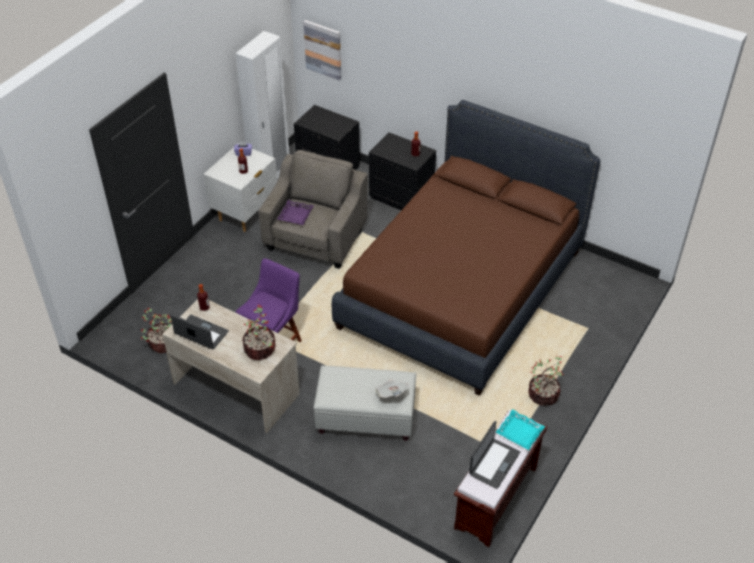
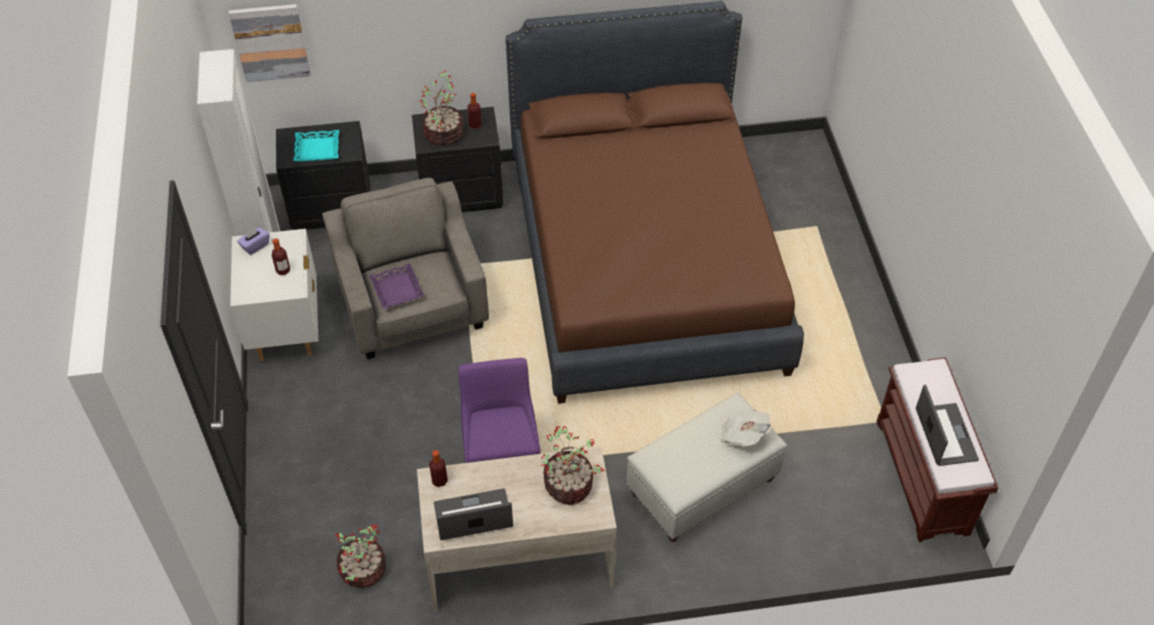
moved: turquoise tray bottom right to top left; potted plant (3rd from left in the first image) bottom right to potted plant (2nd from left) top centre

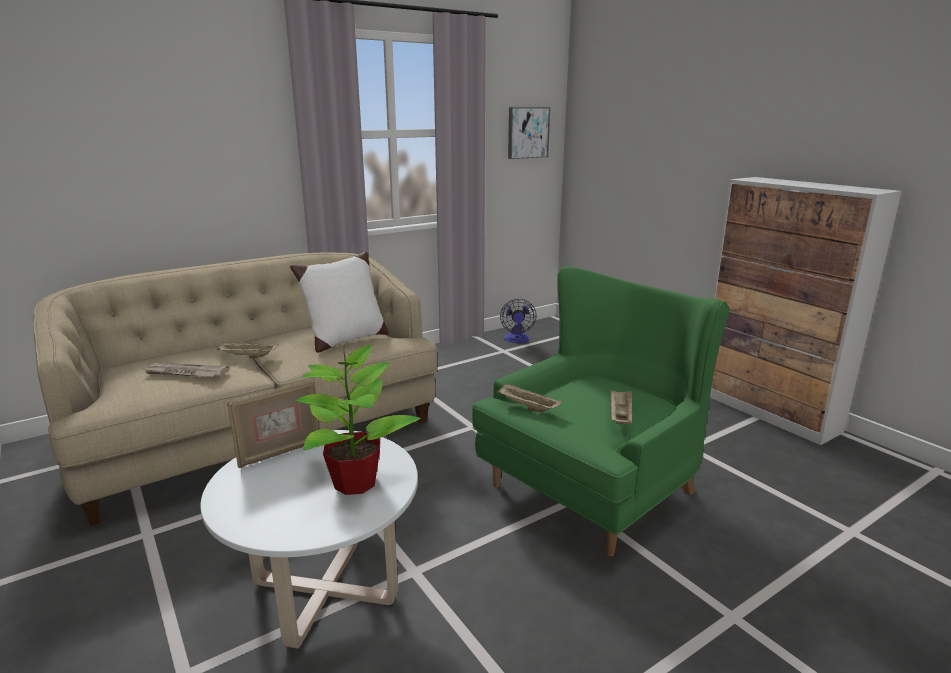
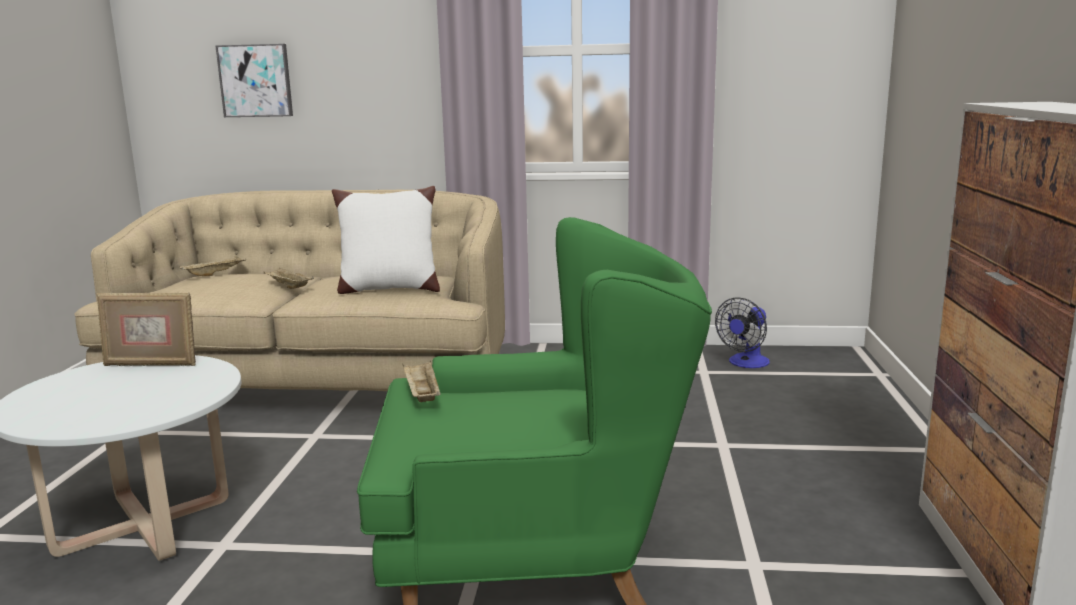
removed: newspaper middle left; potted plant centre
moved: picture top centre to top left; beige tray (3rd from left in the first image) centre to beige tray (1st from left) middle left

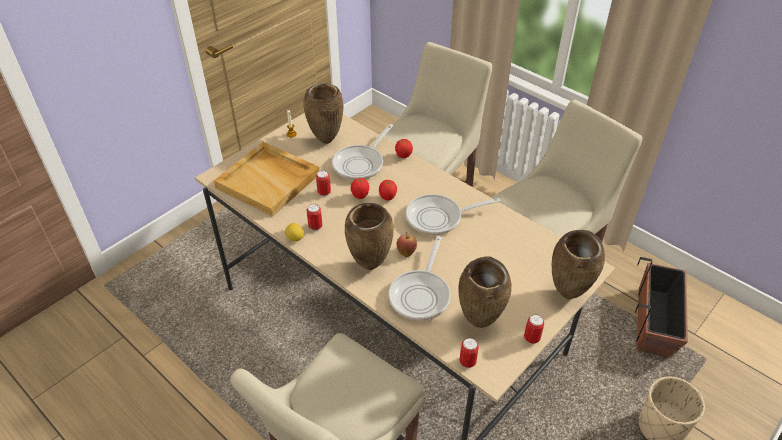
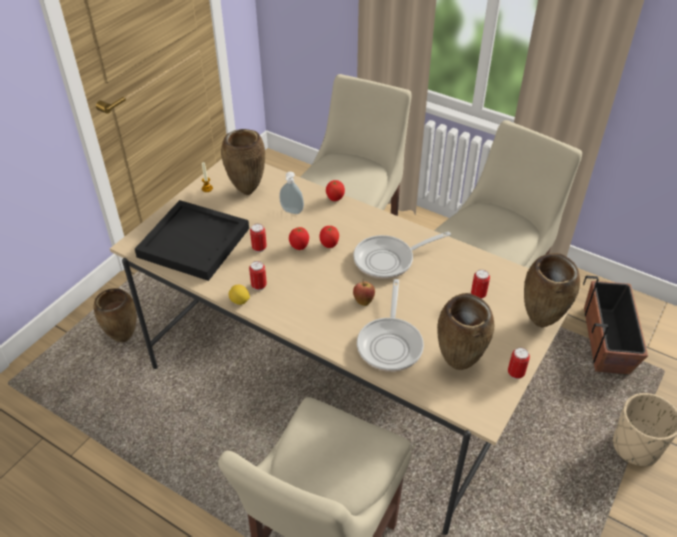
moved: brown vase (2nd from left in the first image) centre to brown vase (1st from left) middle left; can (3rd from left) bottom centre to middle right
replaced: frying pan (1st from left) centre to soap dispenser centre
recoloured: beige tray centre to black tray middle left

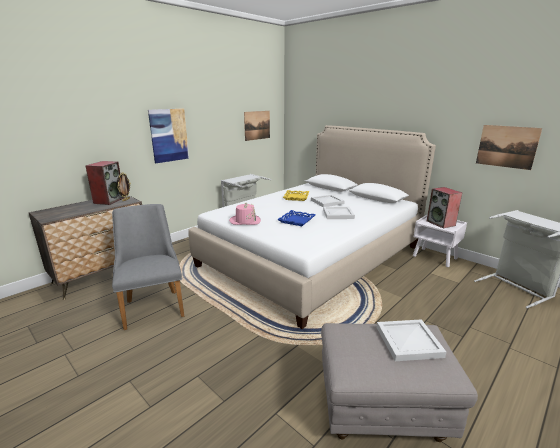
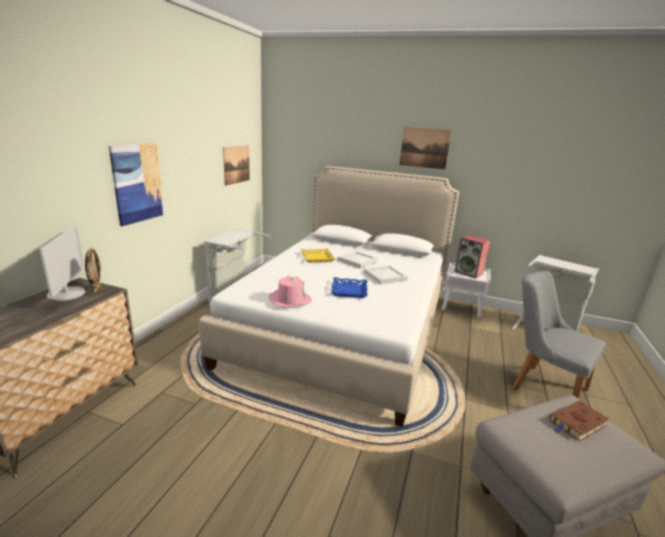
moved: grey chair middle left to middle right; picture (3rd from left) top right to top centre
replaced: speaker (1st from left) middle left to monitor middle left; white tray (3rd from left) bottom right to brown book bottom right

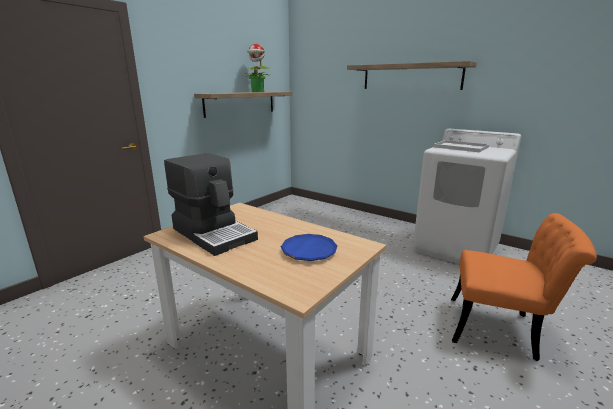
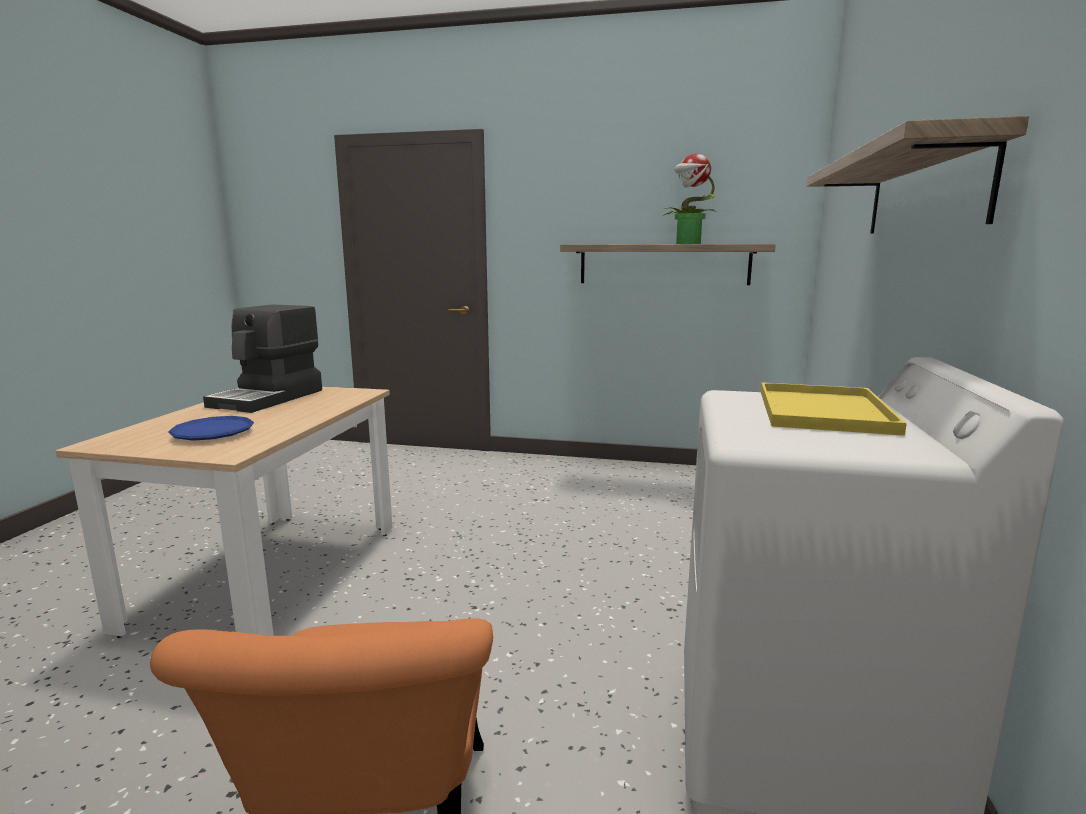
recoloured: white tray middle right to yellow tray middle right

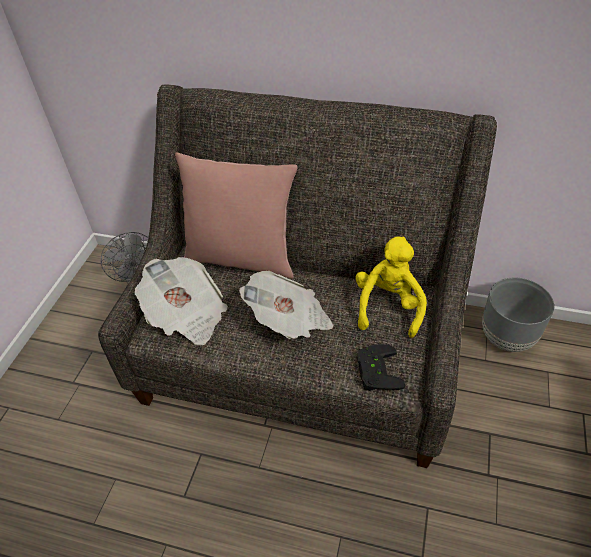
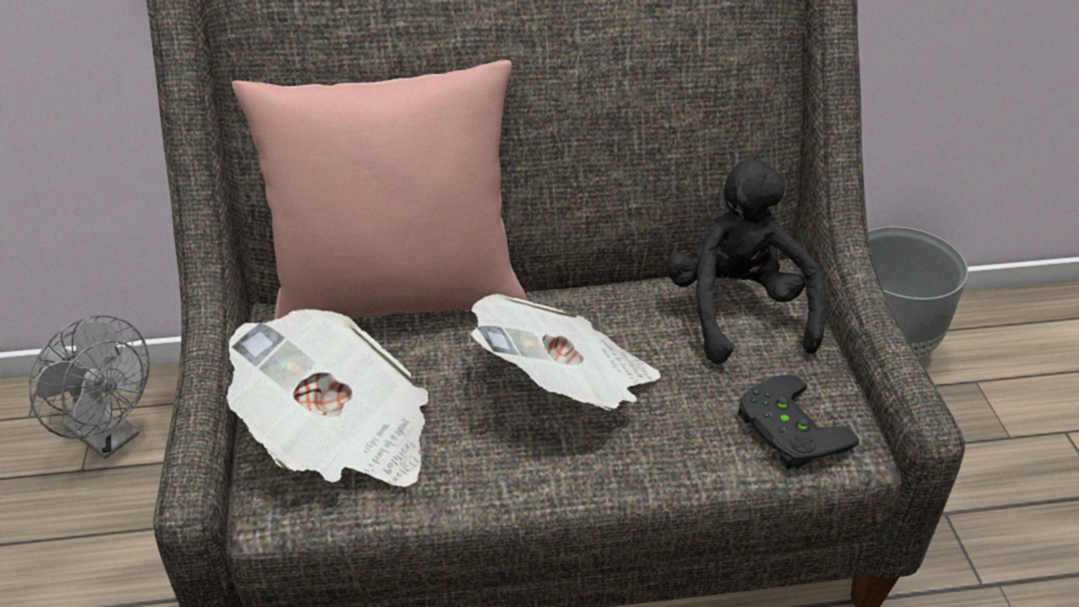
recoloured: yellow plush toy centre to black plush toy middle right

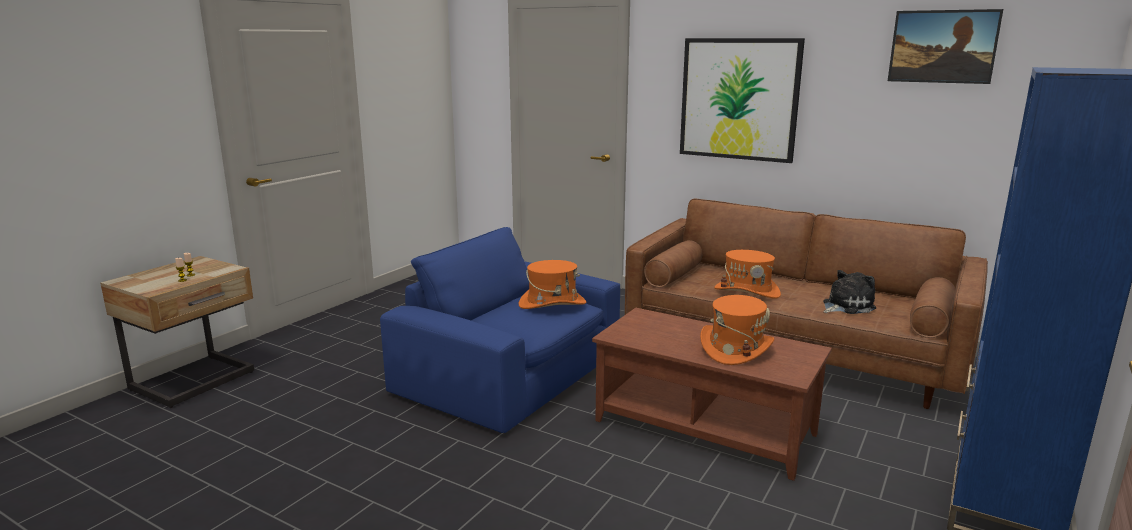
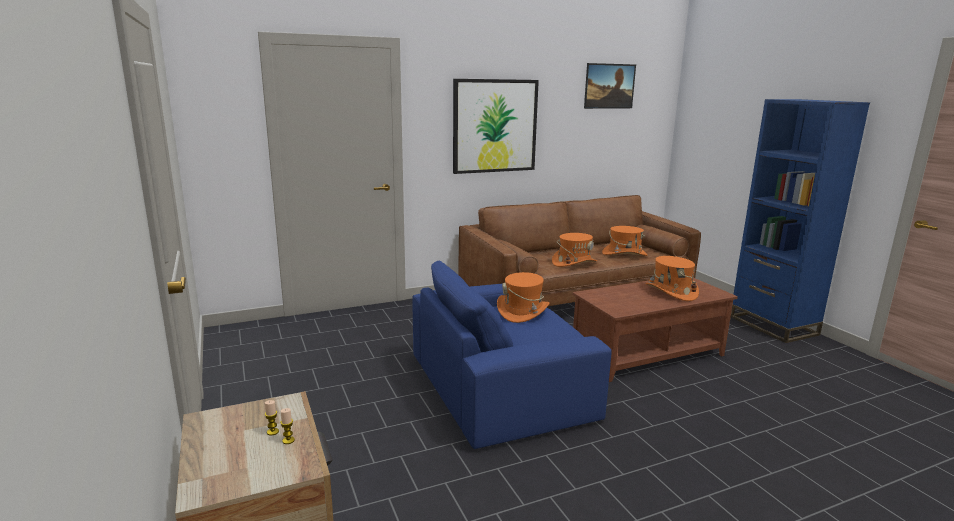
replaced: plush toy middle right to orange hat (3rd from left) centre

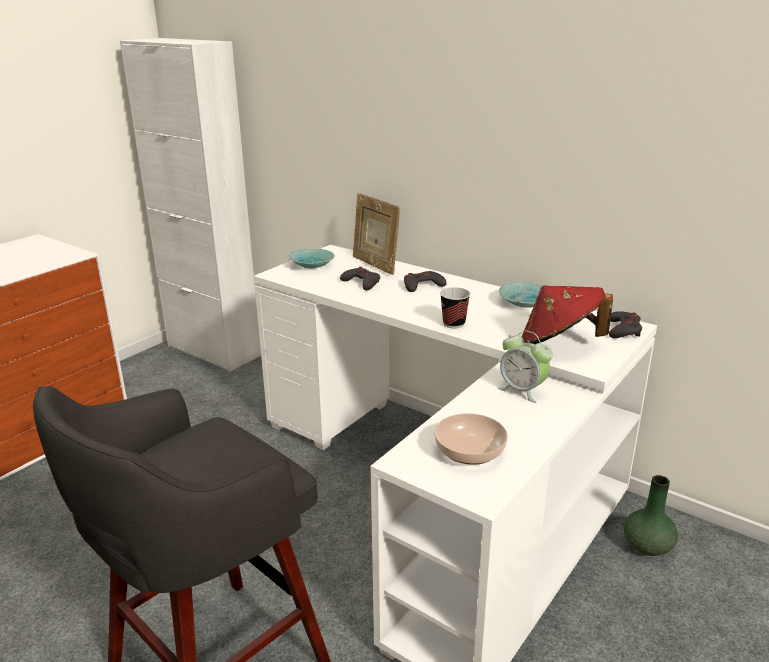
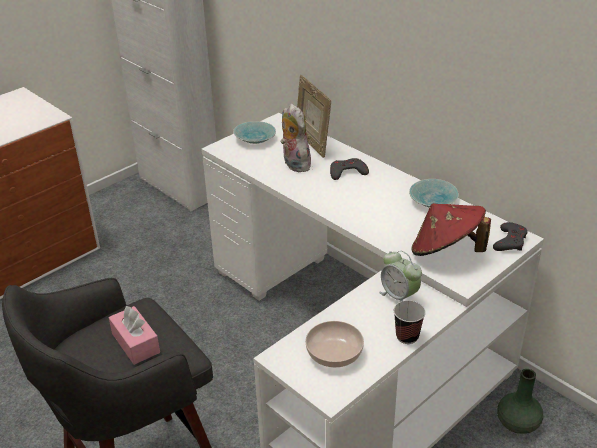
added: pink tissue box bottom left
moved: cup centre to bottom right
replaced: grey game controller (1st from left) centre to plush toy top centre

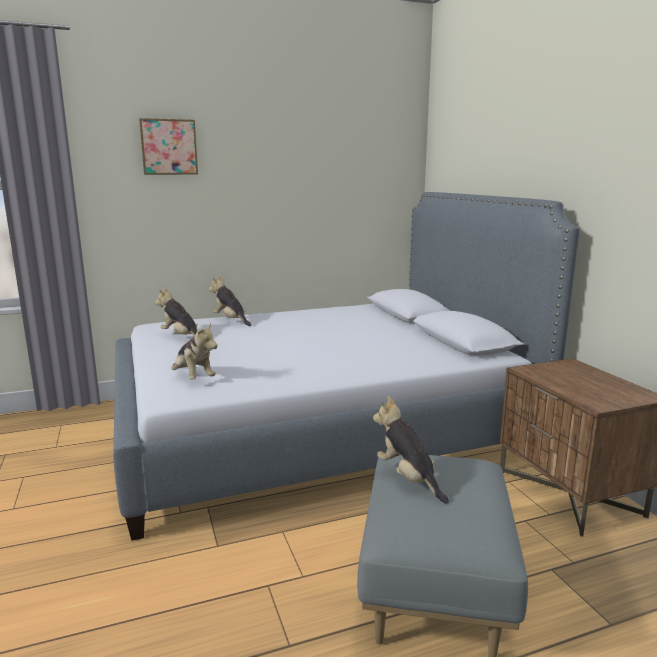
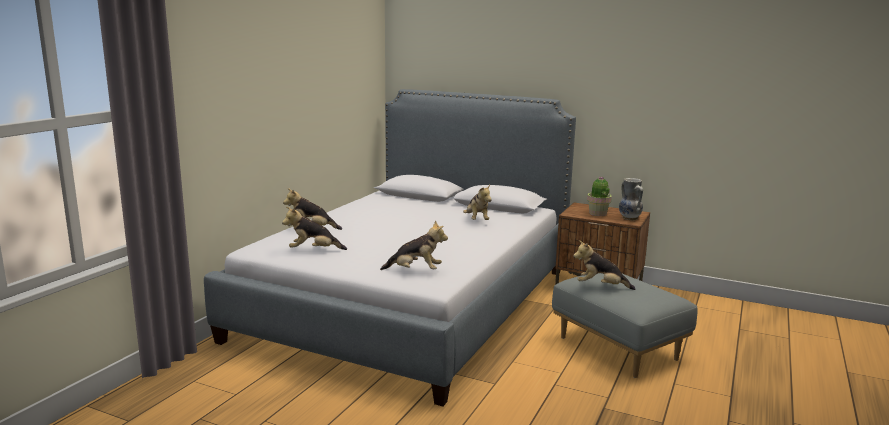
removed: picture top left
added: plush toy (4th from left) centre; potted plant middle right; vase middle right

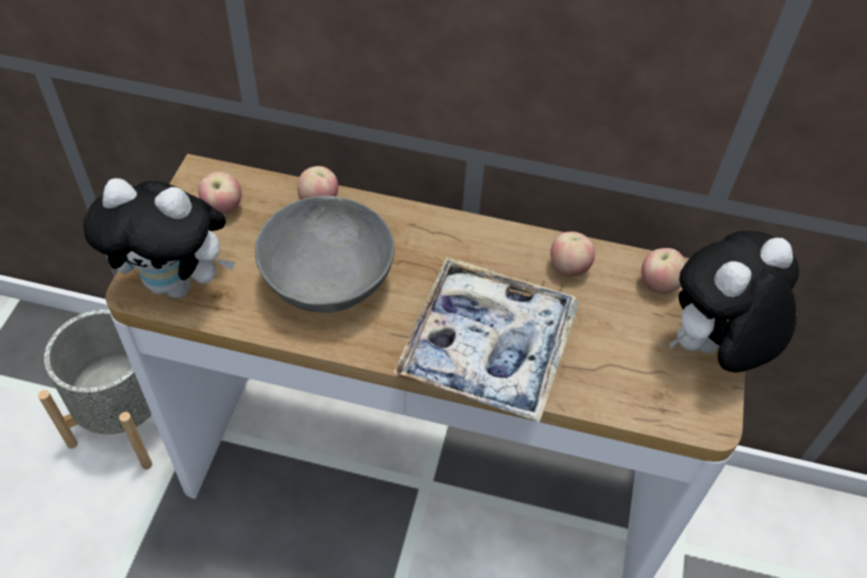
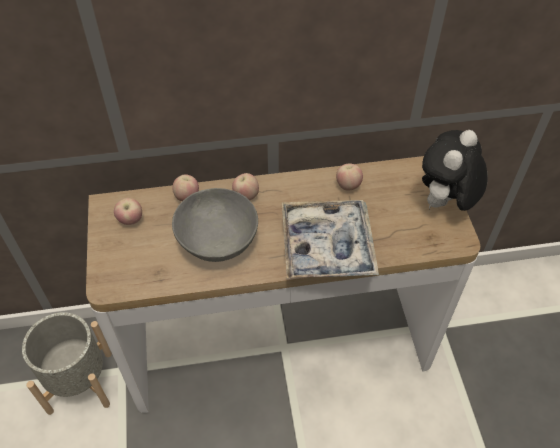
removed: plush toy (1st from left) middle left
moved: apple (4th from left in the first image) middle right to apple (3rd from left) centre

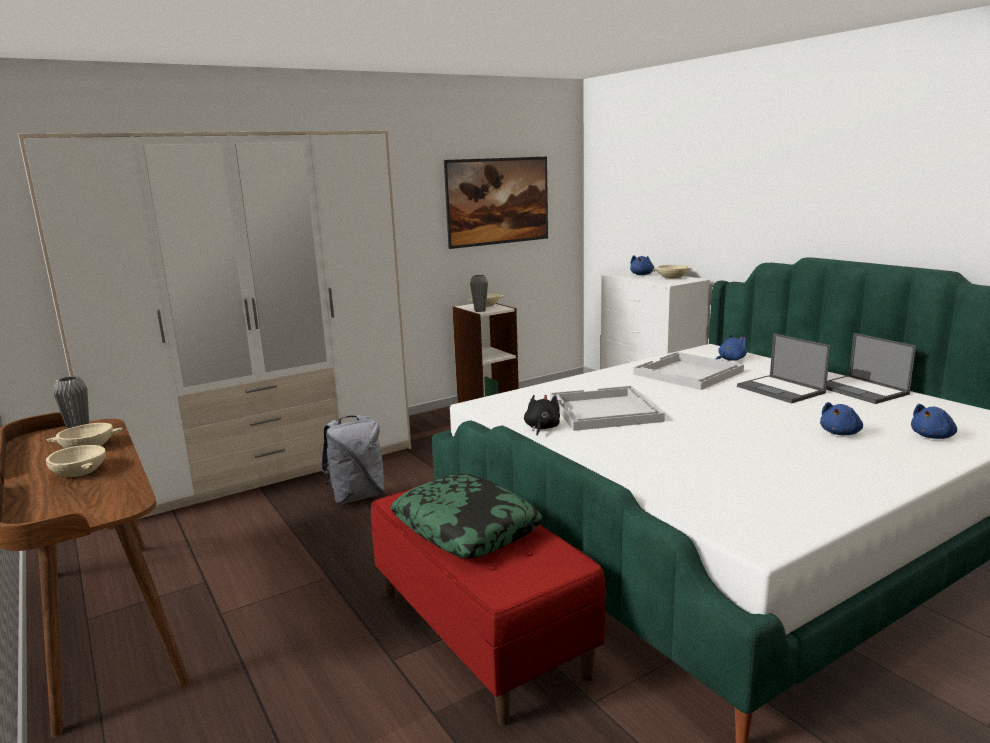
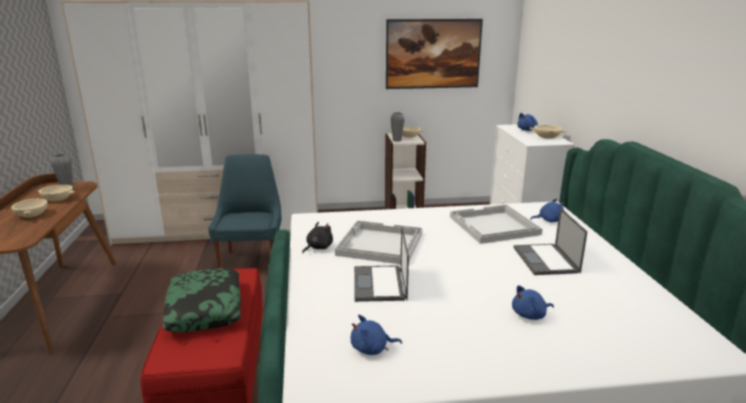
moved: laptop (2nd from left in the first image) middle right to laptop (1st from left) centre; blue plush toy (4th from left in the first image) middle right to blue plush toy (1st from left) bottom centre
replaced: grey backpack centre to blue chair middle left

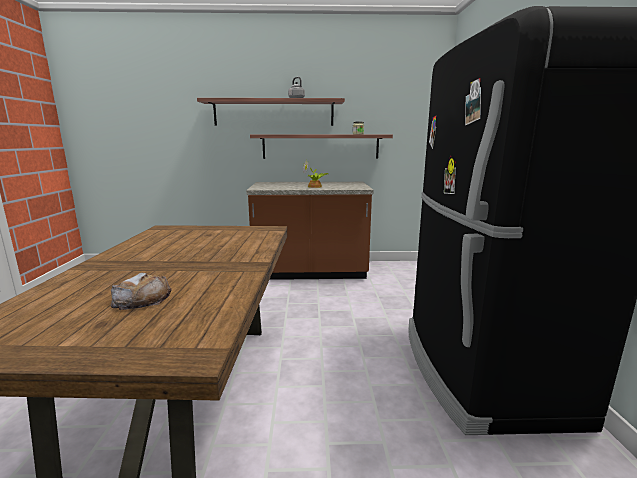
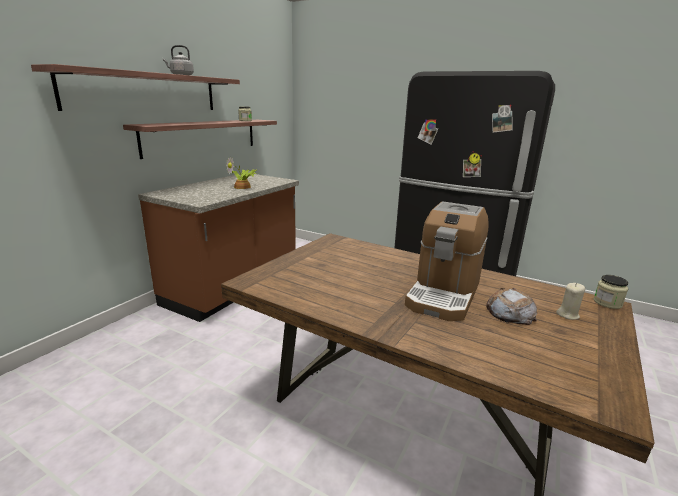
added: coffee machine centre; beige candle middle right; jar (2nd from left) middle right

